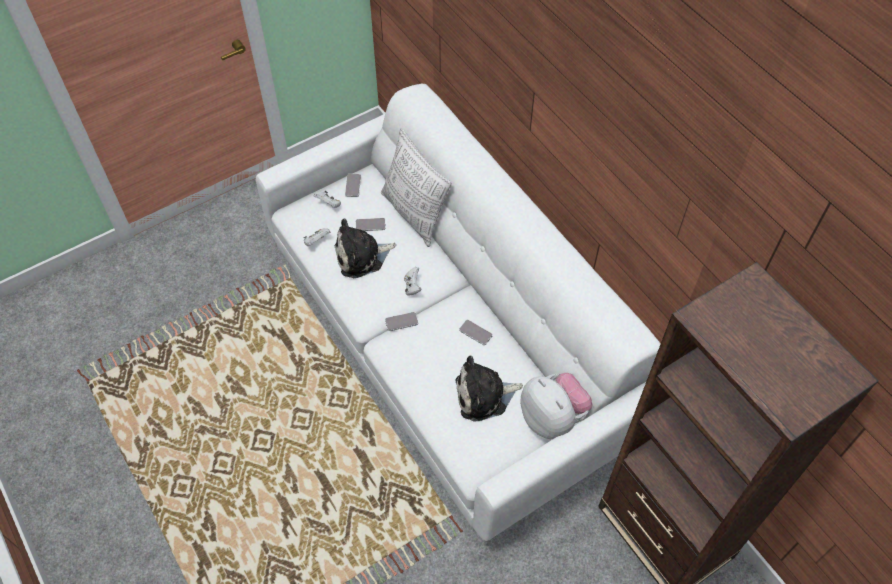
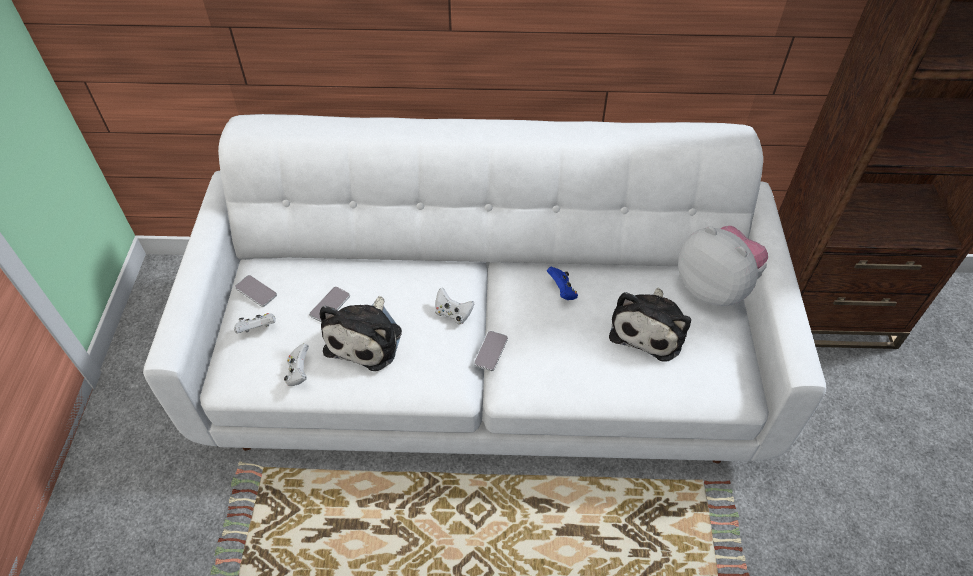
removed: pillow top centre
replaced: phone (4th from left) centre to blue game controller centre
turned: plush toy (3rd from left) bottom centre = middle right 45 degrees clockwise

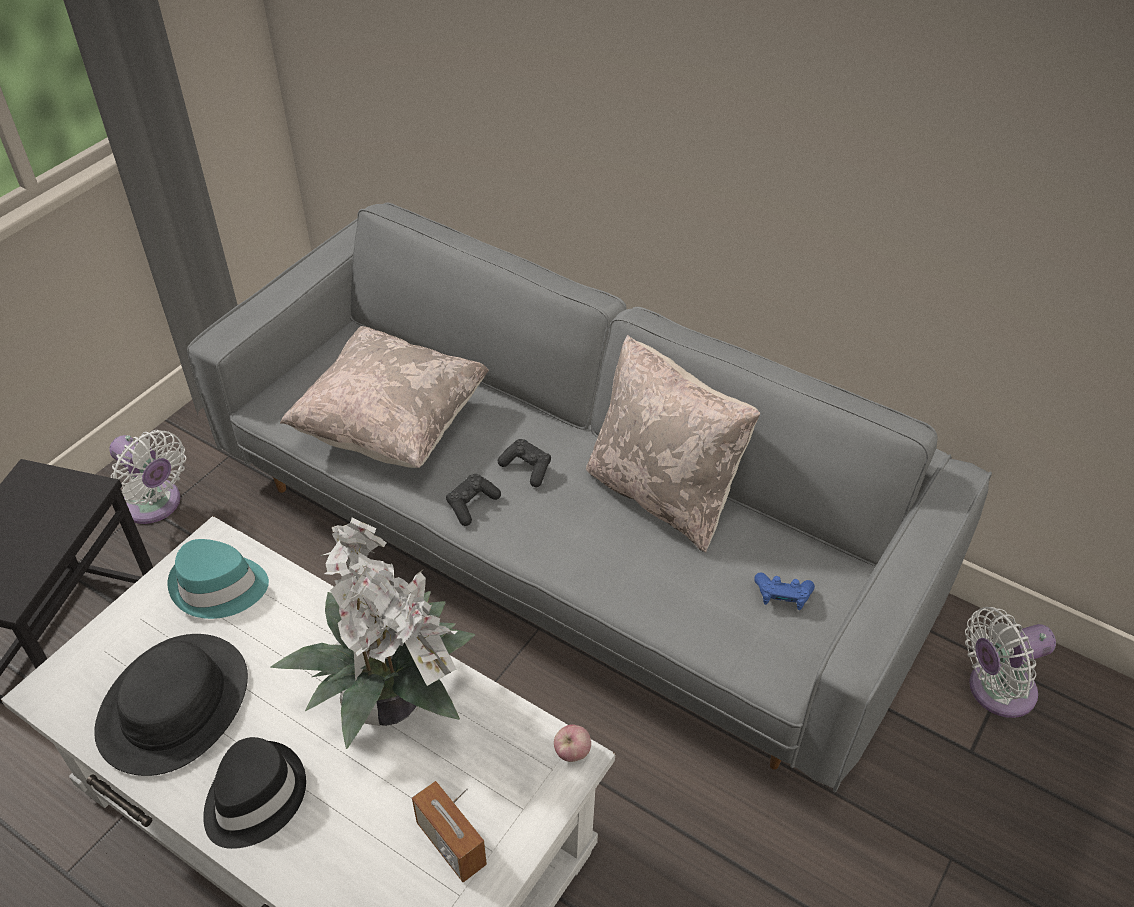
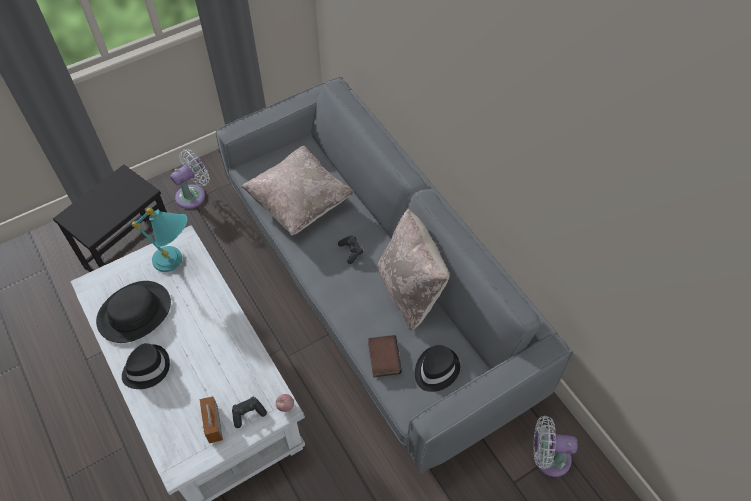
removed: potted plant bottom left
added: book bottom centre
moved: black game controller (1st from left) centre to bottom left
replaced: turquoise hat middle left to turquoise table lamp middle left; blue game controller middle right to black hat (3rd from left) bottom centre
turned: white fan (1st from left) middle left = middle left 105 degrees counterclockwise

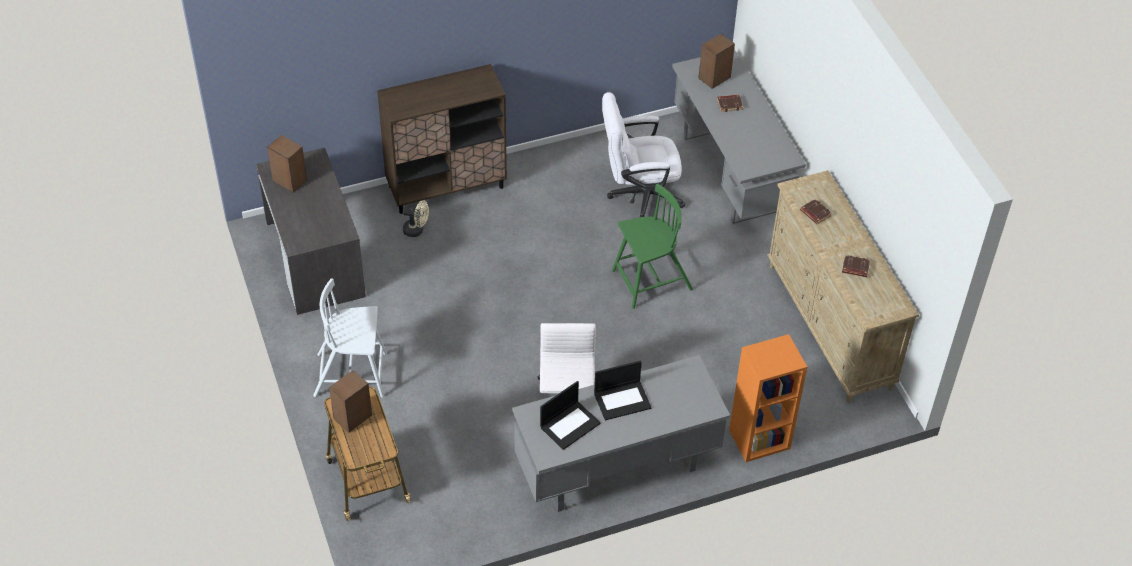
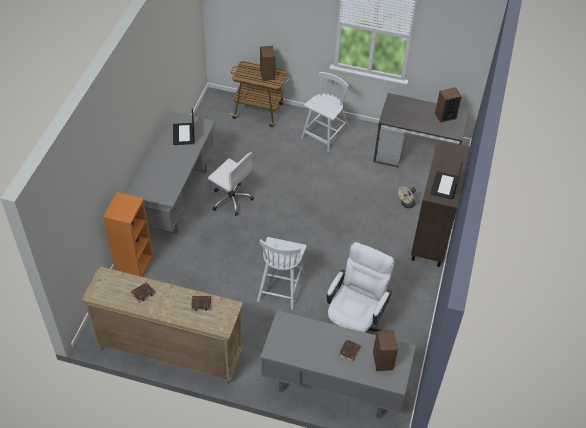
moved: laptop (2nd from left) bottom centre to middle right
recoloured: green chair centre to white chair (1st from left) centre

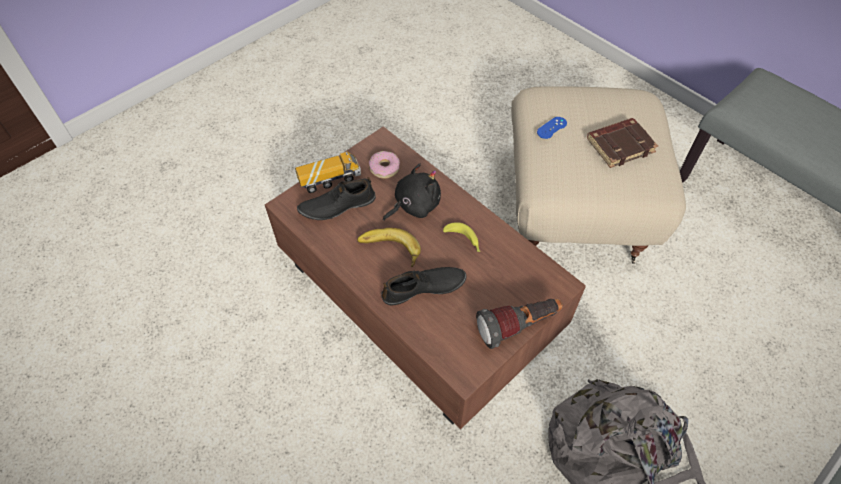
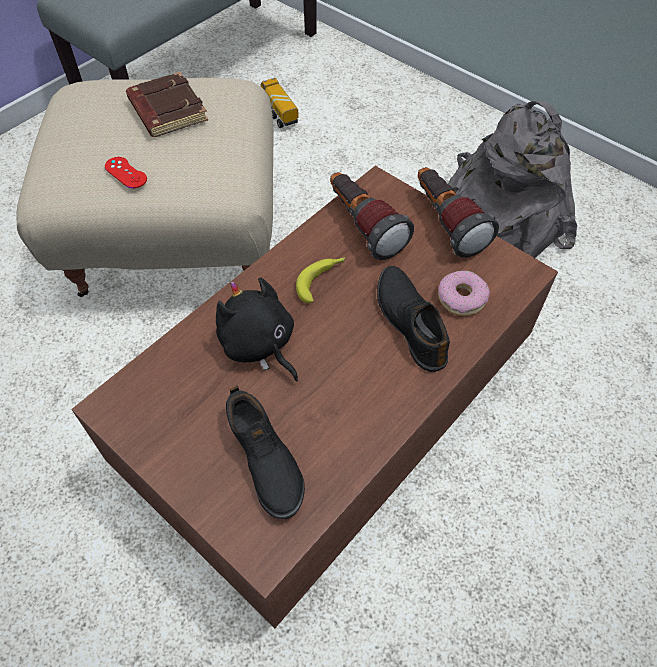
removed: banana (1st from left) centre
added: flashlight (1st from left) top centre
moved: toy truck centre to top centre; donut centre to middle right
recoloured: blue game controller top centre to red game controller top left

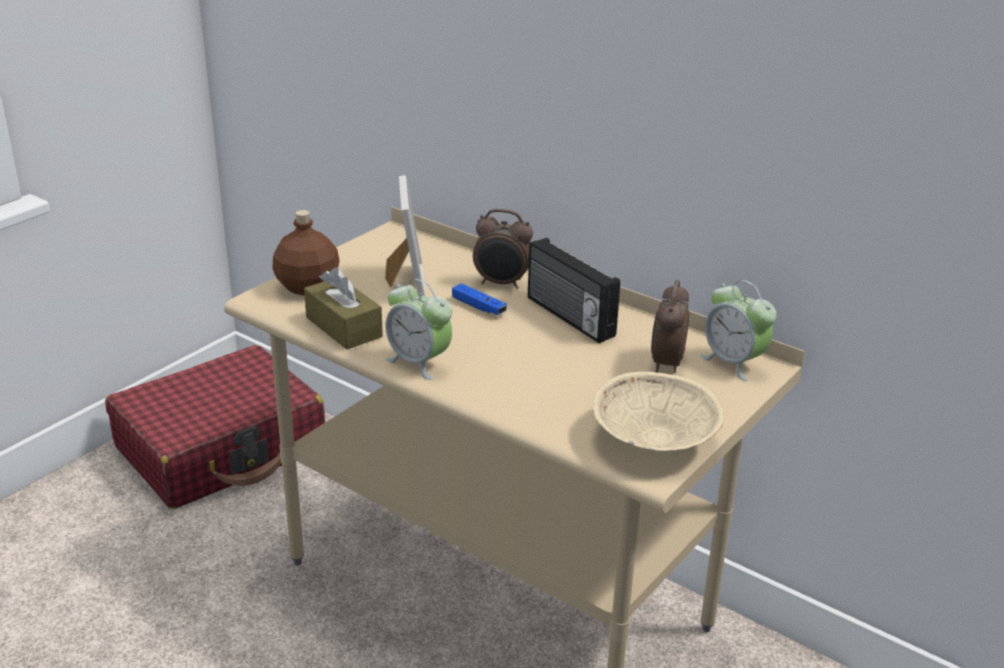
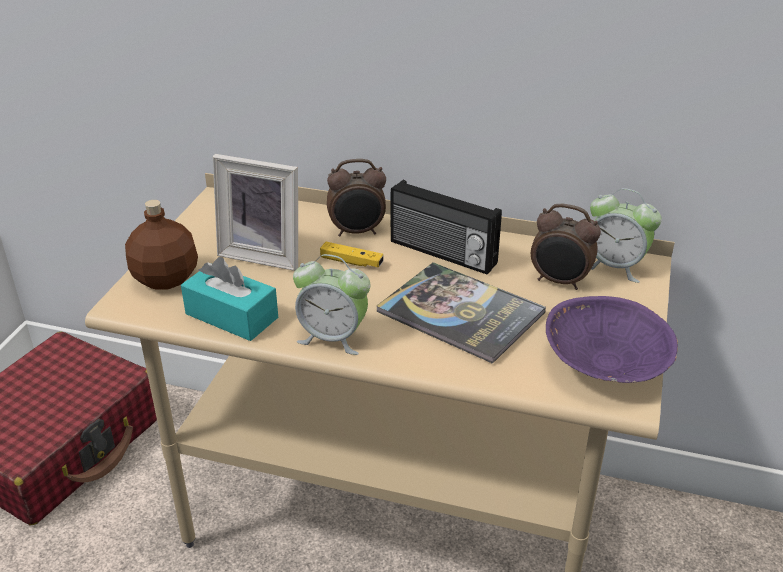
added: book centre
recoloured: brown tissue box centre to turquoise tissue box middle left; blue game controller centre to yellow game controller centre; beige bowl centre to purple bowl middle right
turned: picture frame centre = middle left 135 degrees clockwise; alarm clock (3rd from left) middle right = middle right 60 degrees counterclockwise

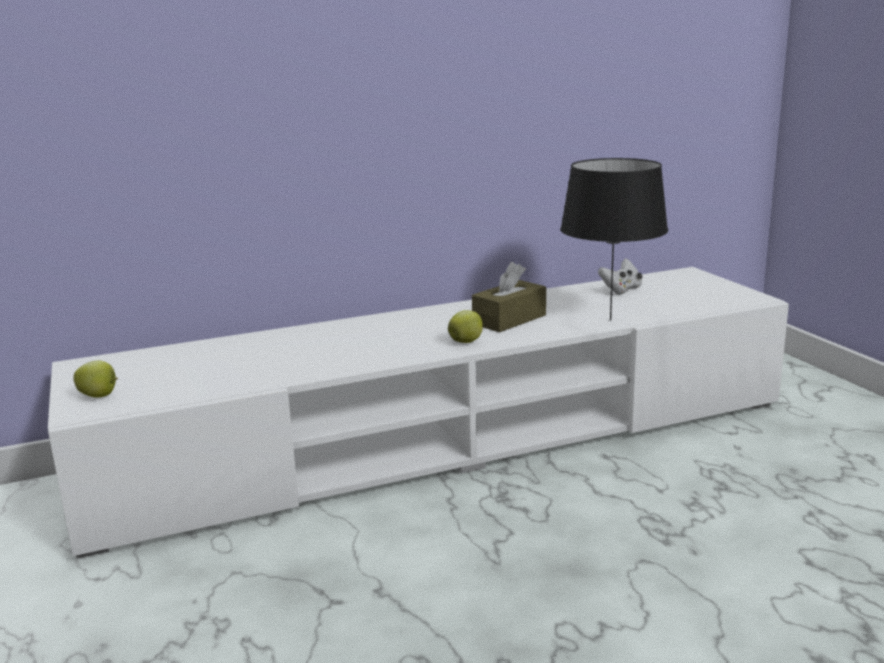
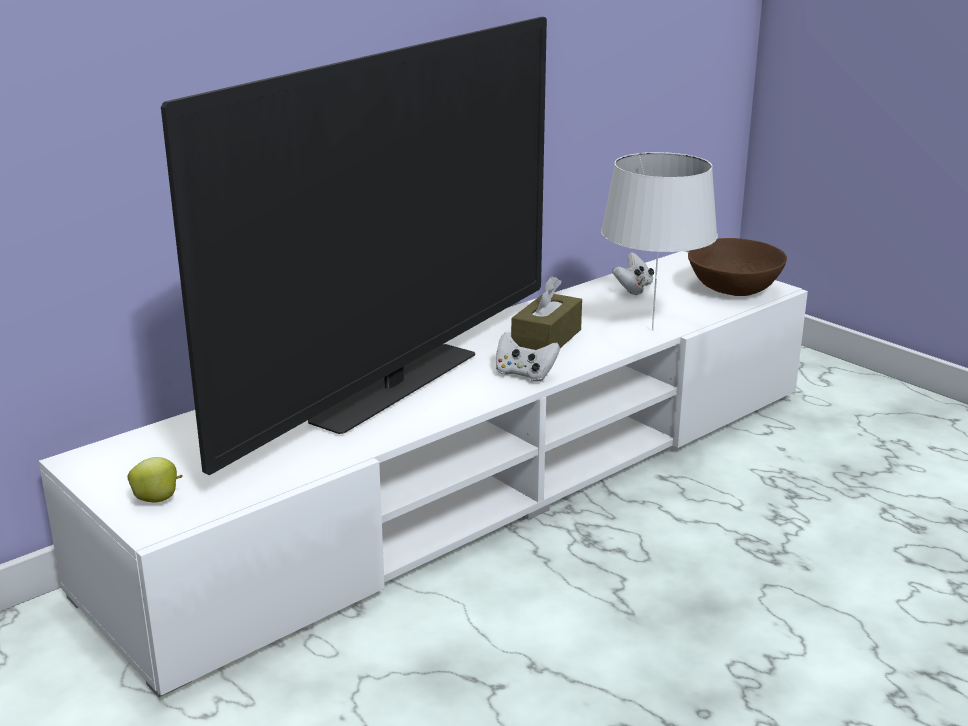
added: television centre; brown bowl middle right
replaced: apple (2nd from left) centre to white game controller (1st from left) centre
recoloured: black table lamp middle right to white table lamp top right

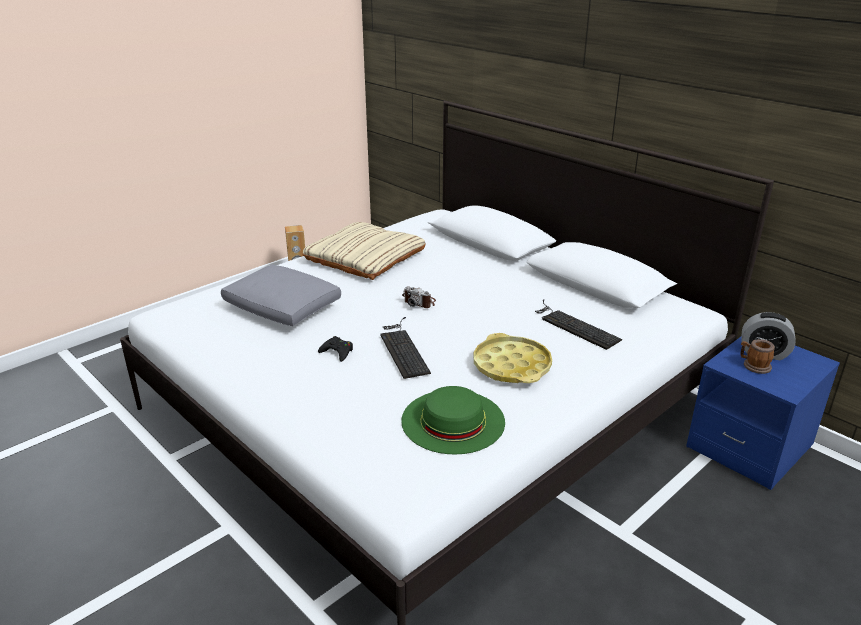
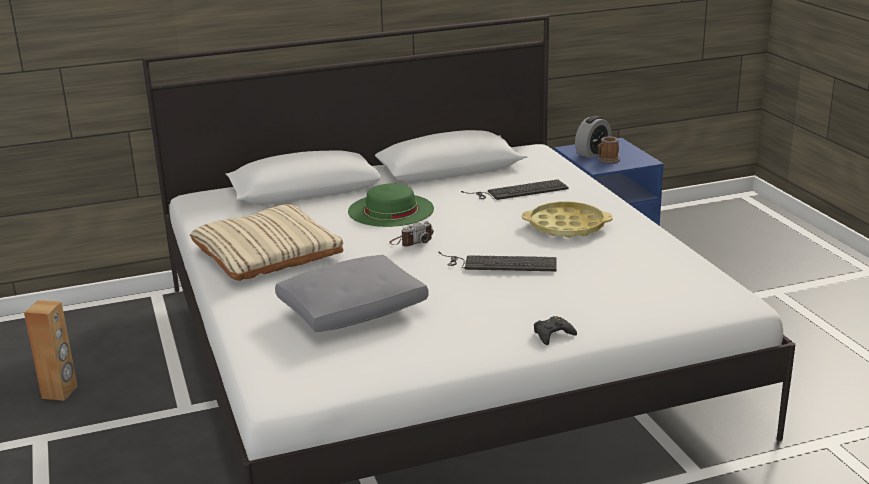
moved: black game controller centre to bottom centre; green hat bottom centre to centre

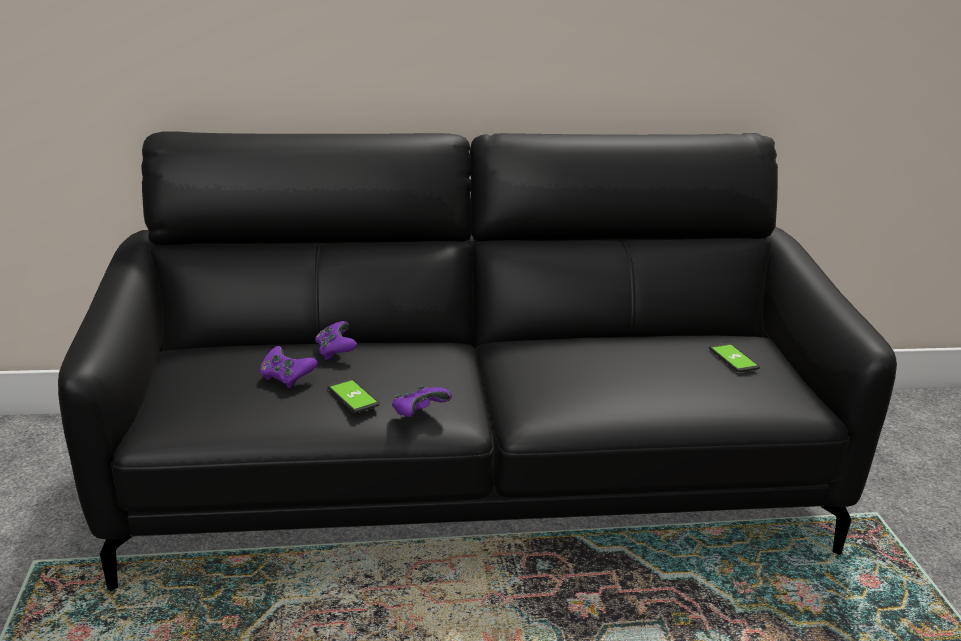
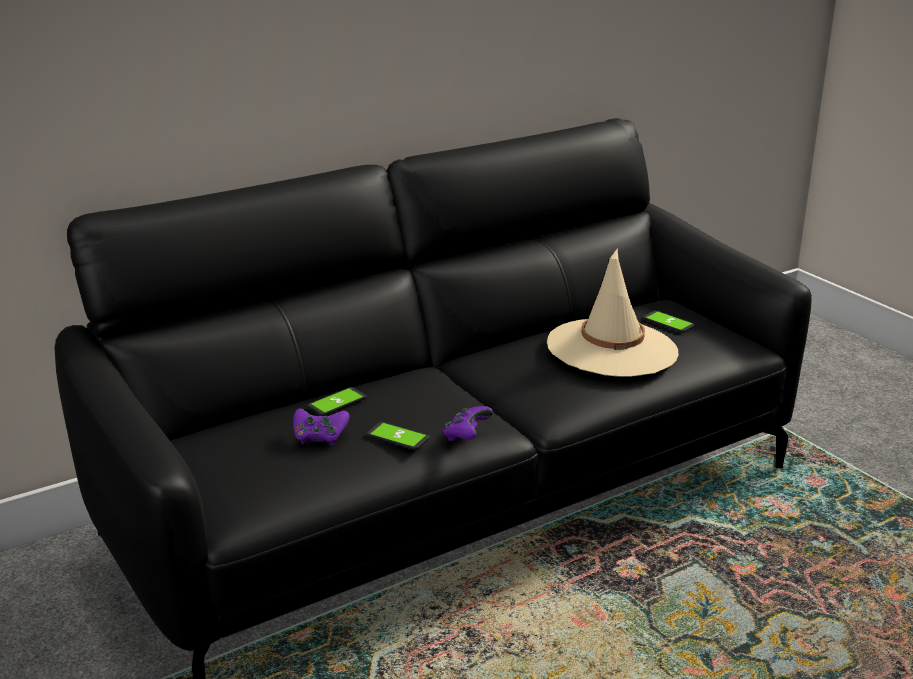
added: beige hat middle right
replaced: purple game controller (2nd from left) centre to phone (1st from left) centre

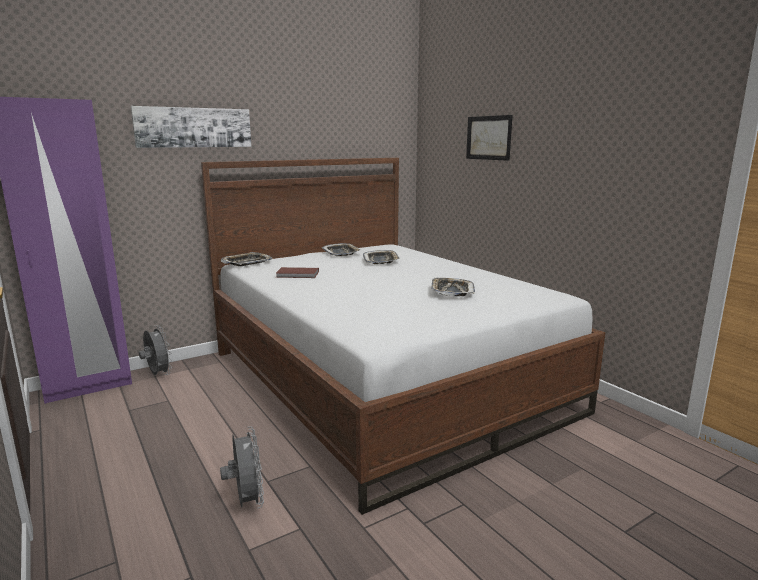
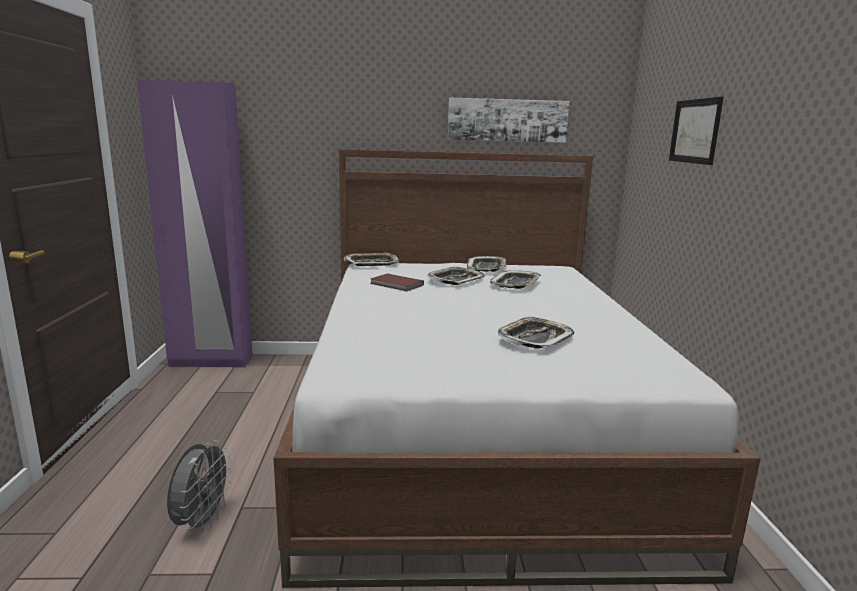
removed: grey fan (1st from left) middle left
added: tray (2nd from left) centre
moved: picture (1st from left) top left to top centre

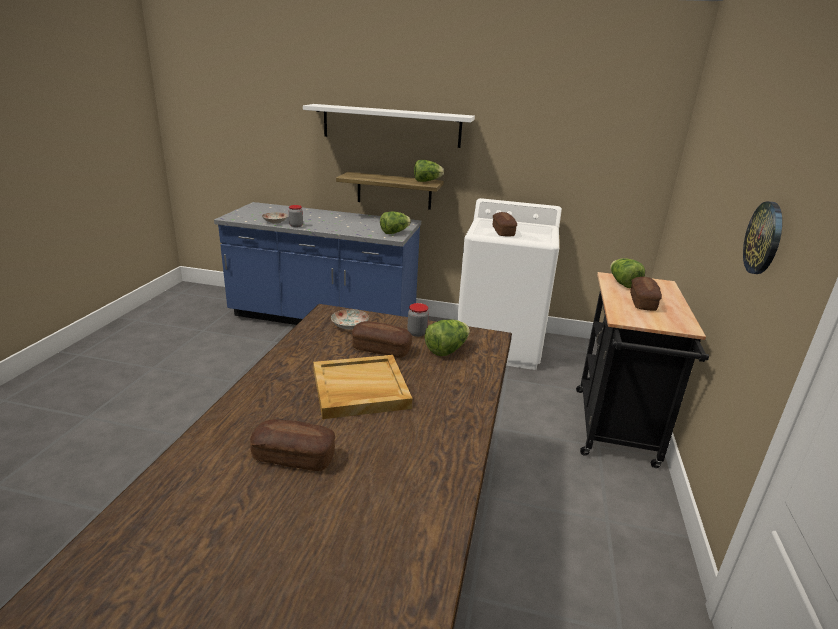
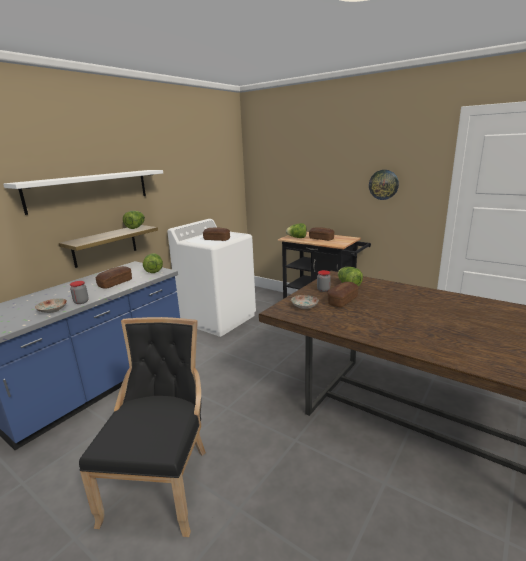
removed: beige tray centre
added: black chair bottom left
moved: bread (1st from left) bottom centre to middle left

